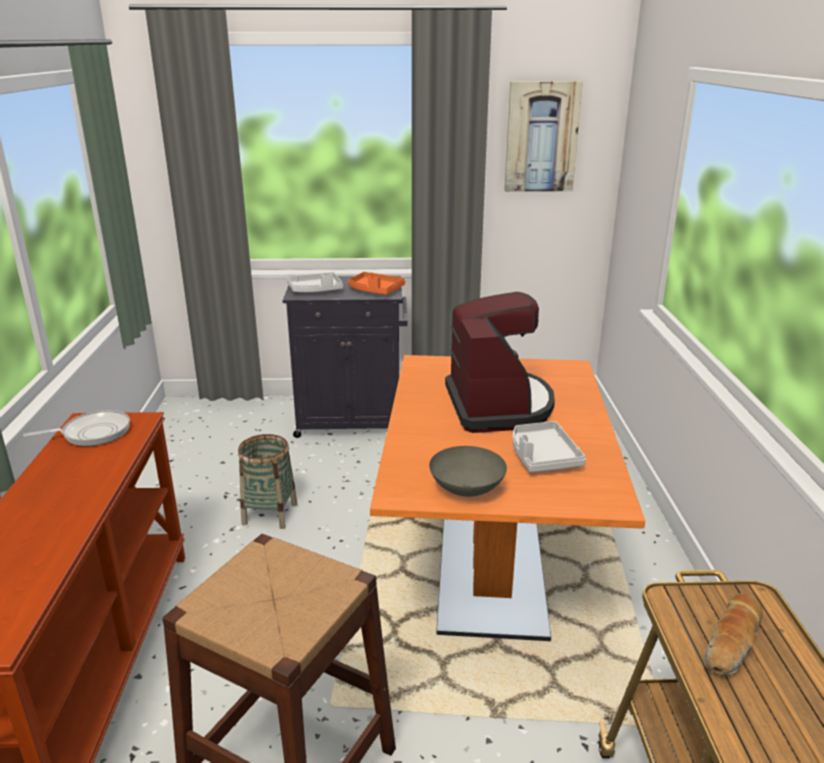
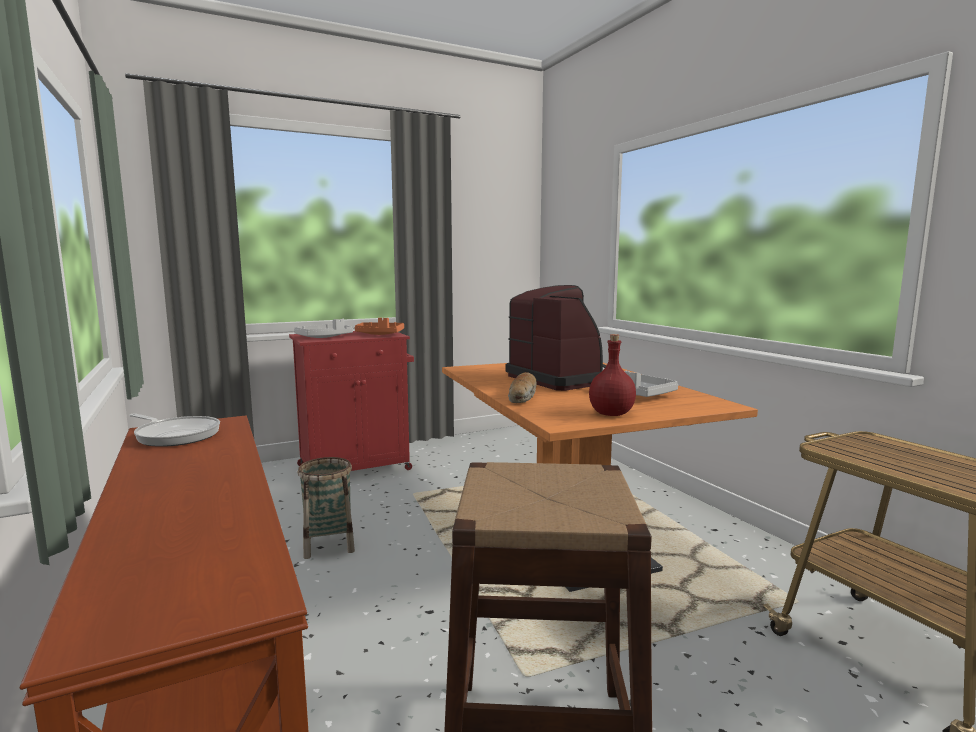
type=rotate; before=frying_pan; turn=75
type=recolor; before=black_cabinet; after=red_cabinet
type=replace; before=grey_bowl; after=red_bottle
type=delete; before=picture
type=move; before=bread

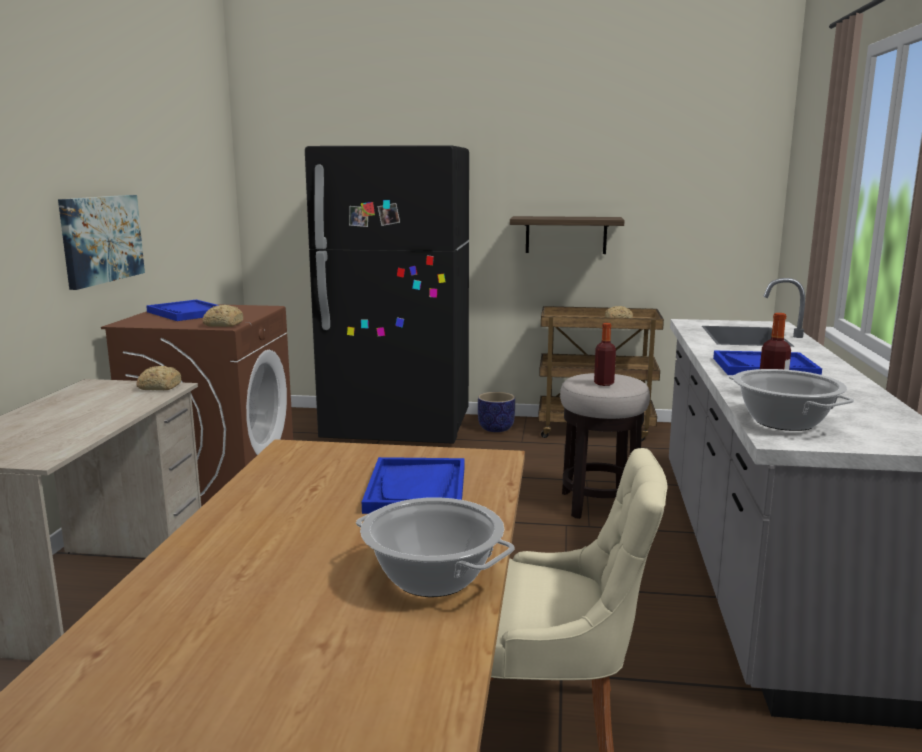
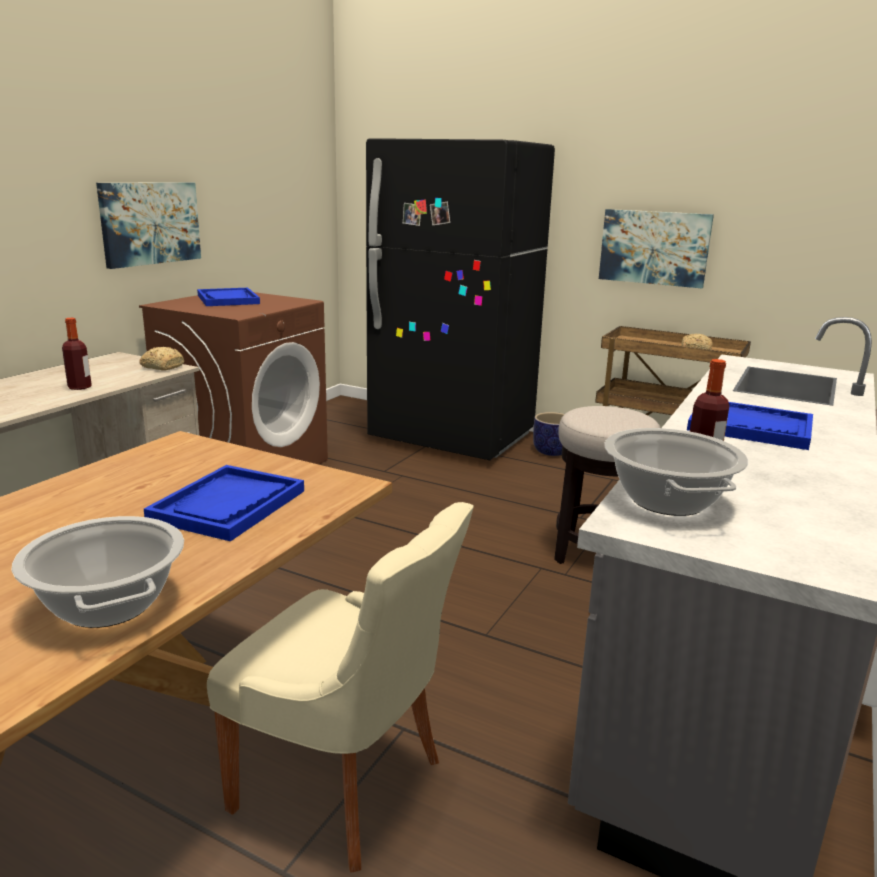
type=delete; before=bread (2nd from left)
type=replace; before=shelf; after=picture (2nd from left)
type=move; before=bottle (1st from left)

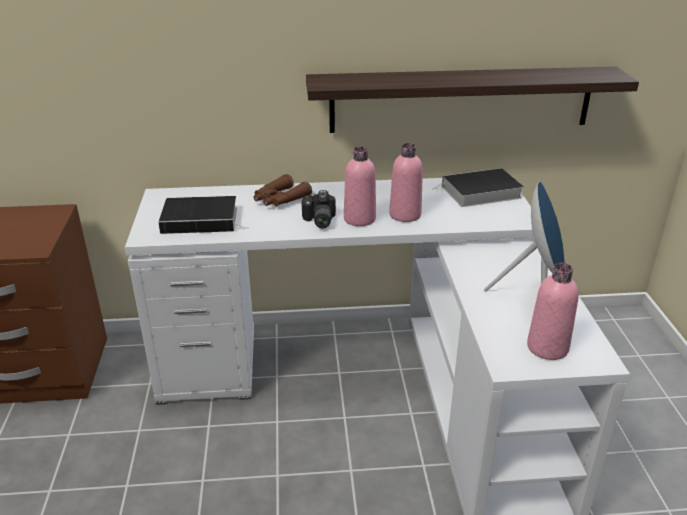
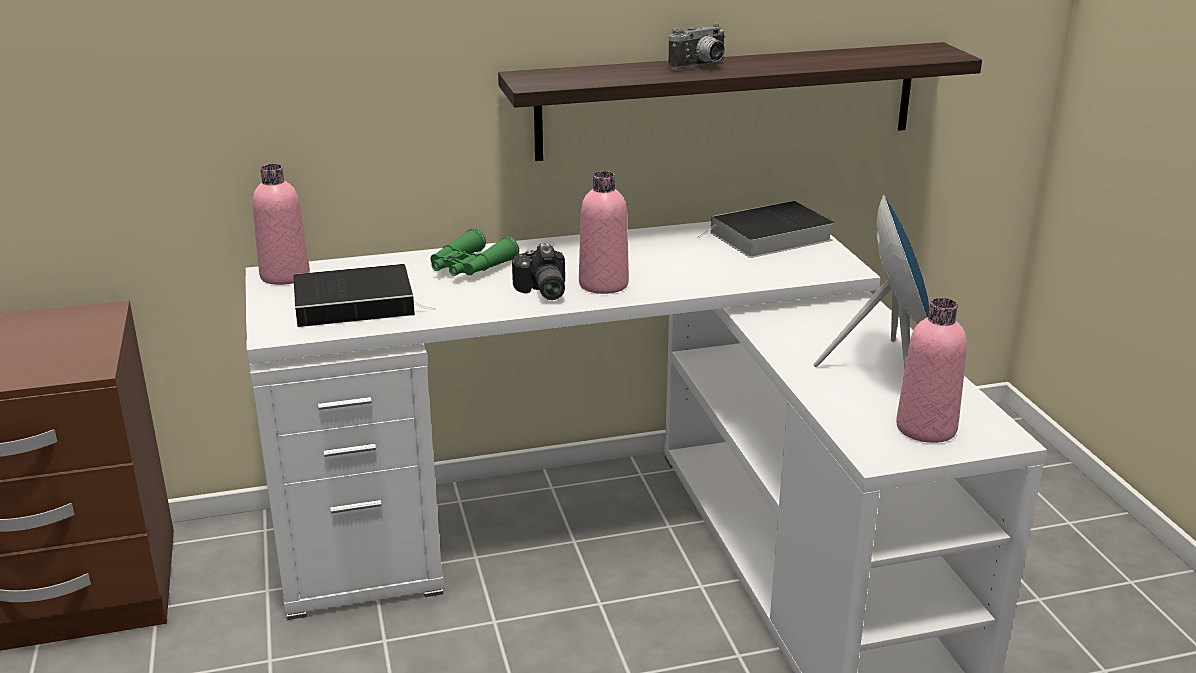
type=recolor; before=brown_binoculars; after=green_binoculars
type=move; before=pink_bottle (2nd from left in the first image); after=pink_bottle (1st from left)
type=insert; after=photo_camera (2nd from left)

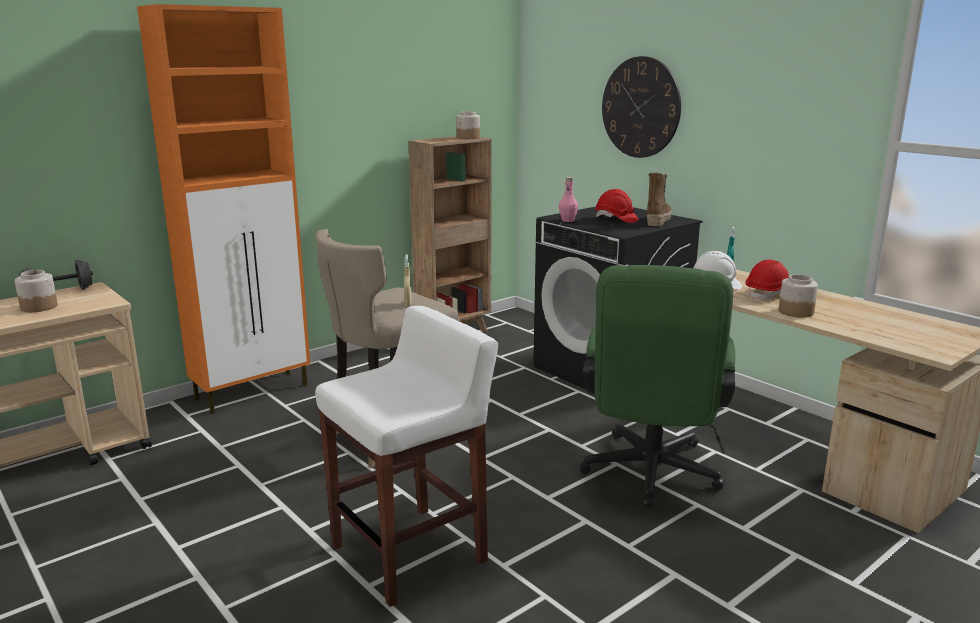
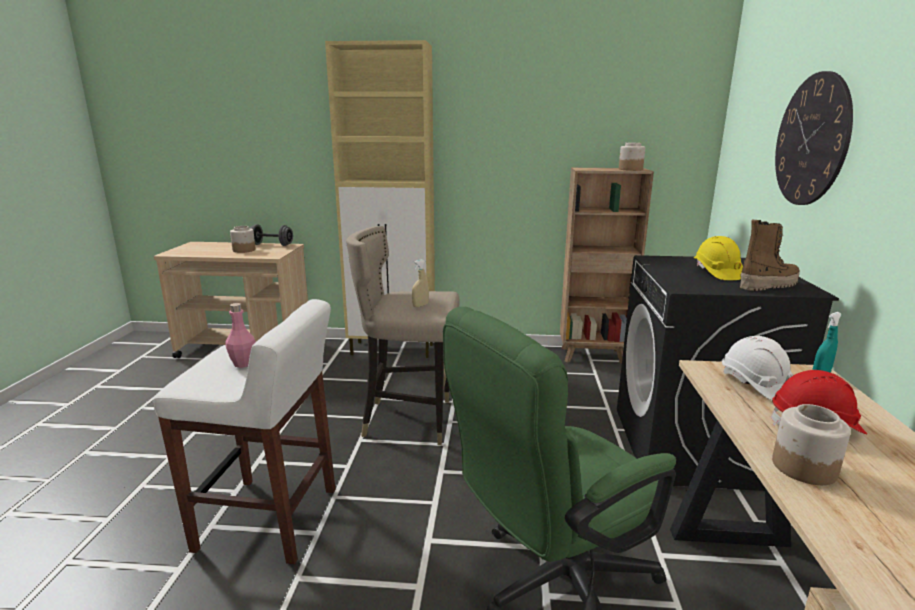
type=recolor; before=orange_cabinet; after=beige_cabinet
type=move; before=pink_bottle
type=recolor; before=red_hard_hat (1st from left); after=yellow_hard_hat

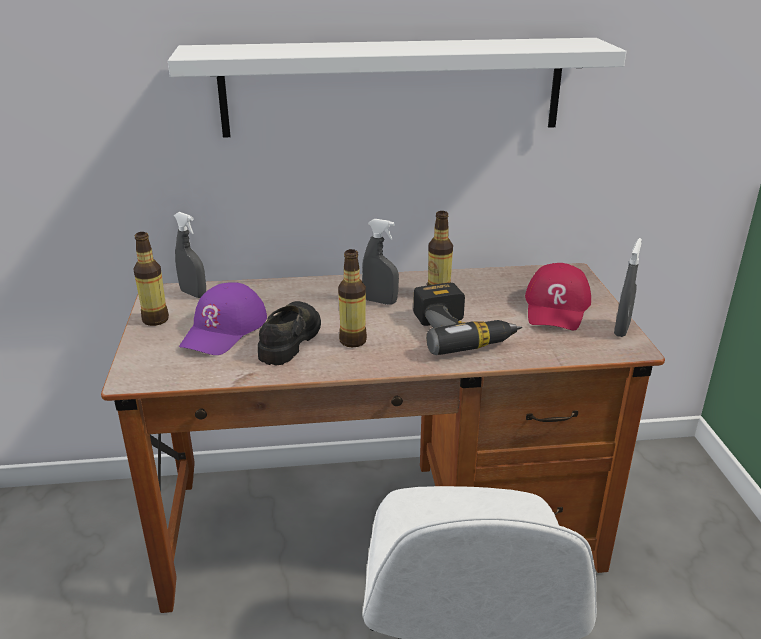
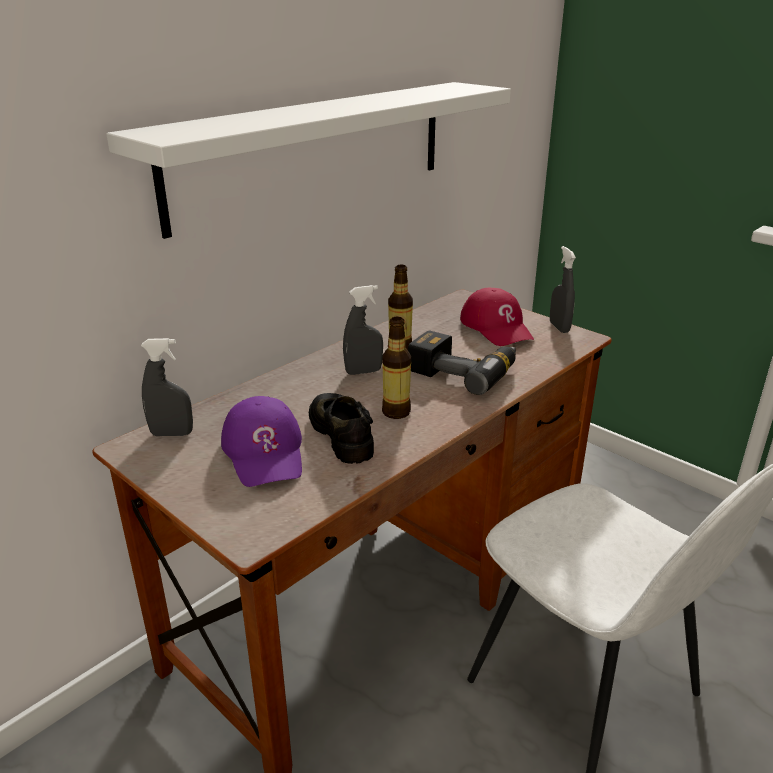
type=delete; before=bottle (1st from left)

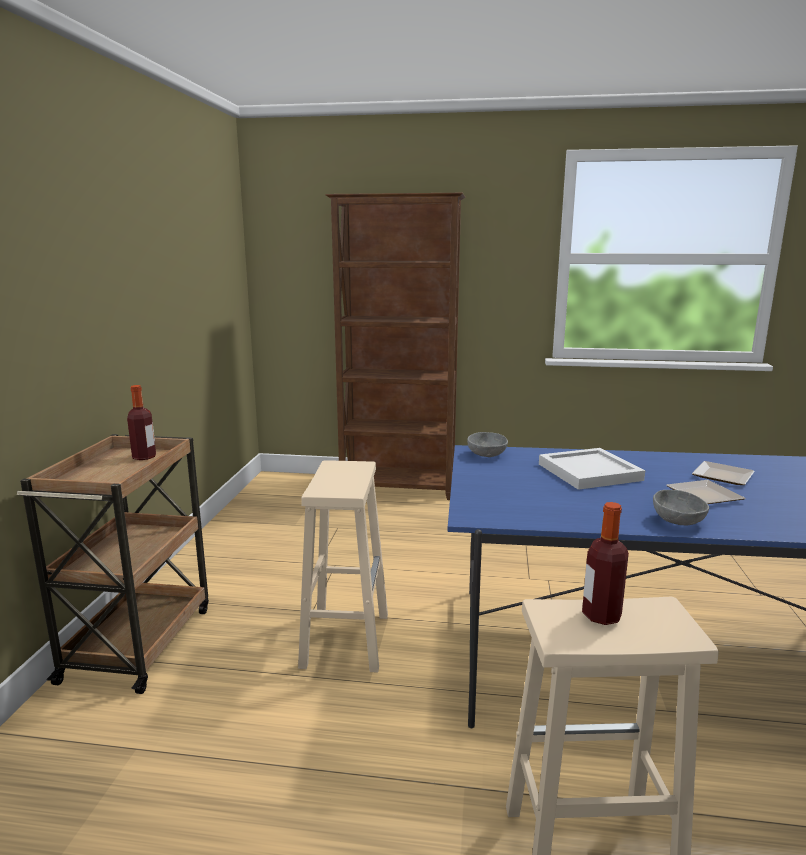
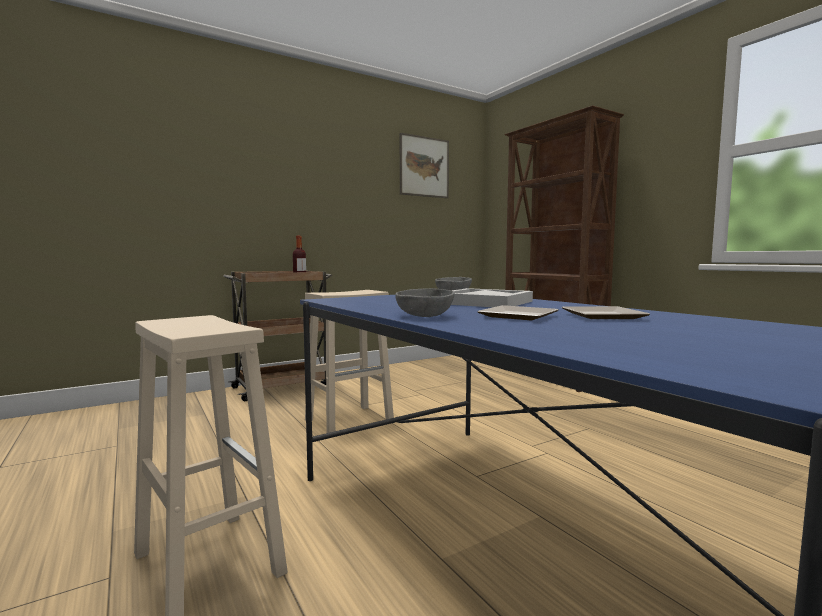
type=delete; before=bottle (2nd from left)
type=insert; after=picture

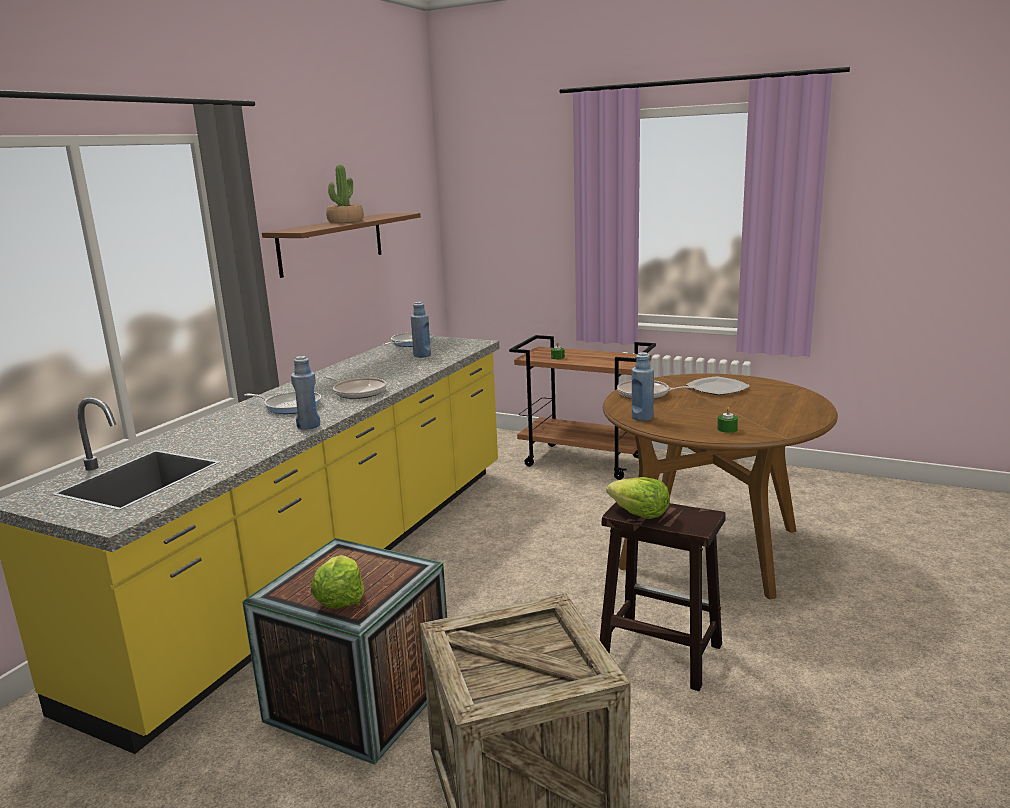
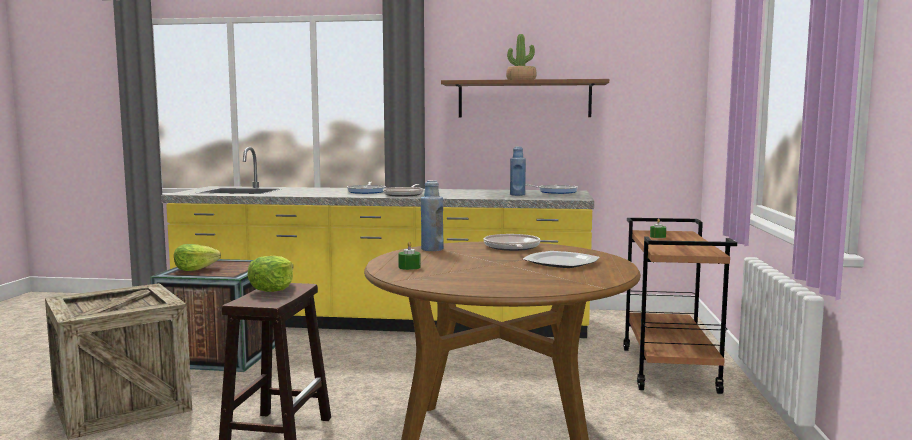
type=delete; before=blue_bottle (1st from left)

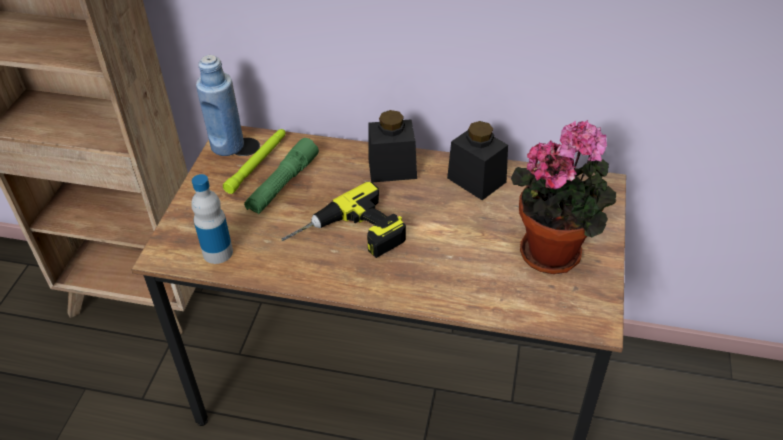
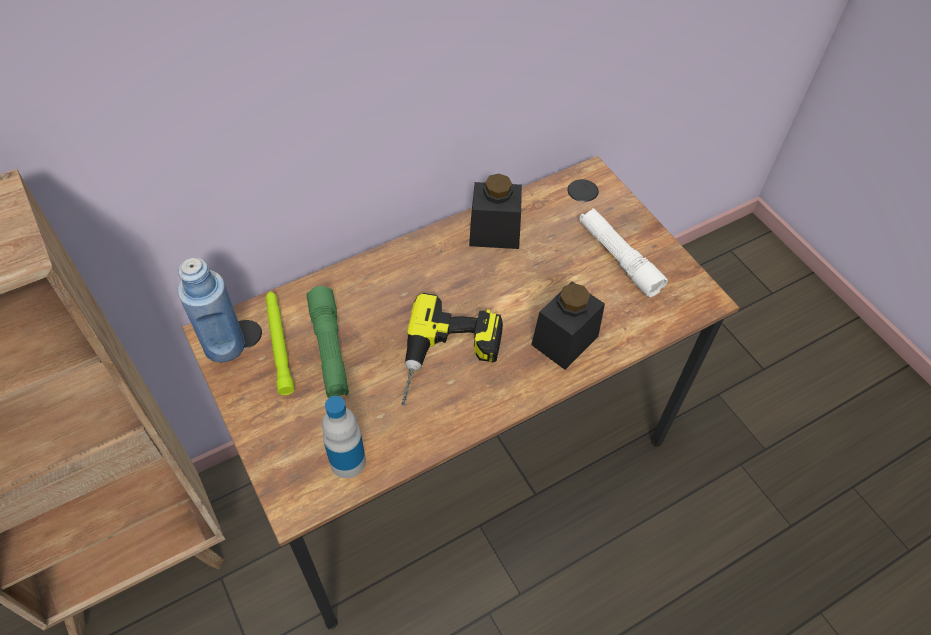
type=move; before=black_jar (1st from left in the first image); after=black_jar (2nd from left)
type=replace; before=potted_plant; after=white_flashlight

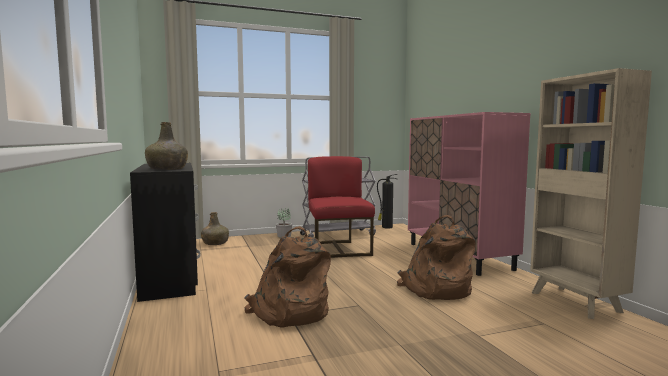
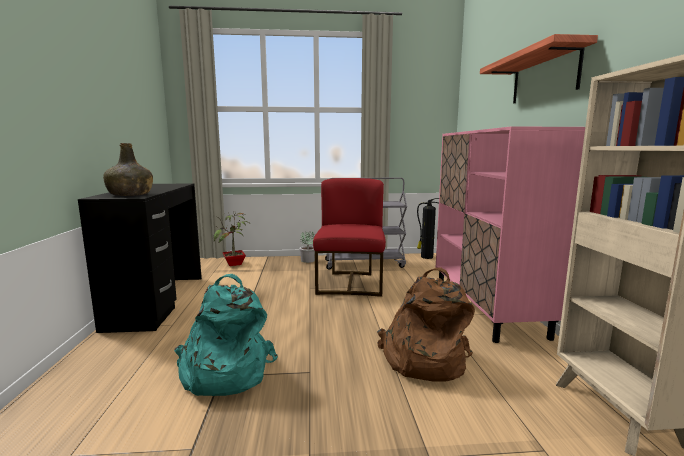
type=replace; before=green_bottle (2nd from left); after=potted_plant (1st from left)
type=recolor; before=brown_backpack (1st from left); after=turquoise_backpack
type=insert; after=shelf

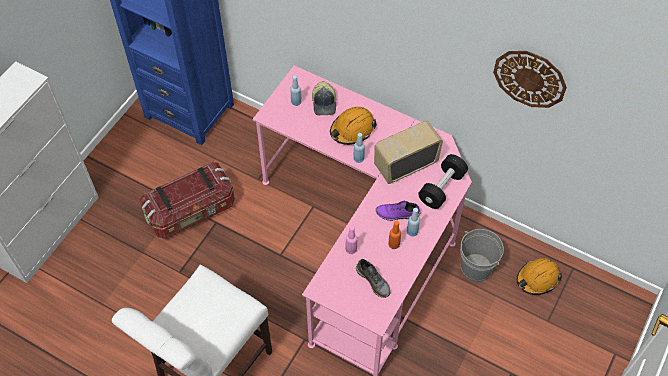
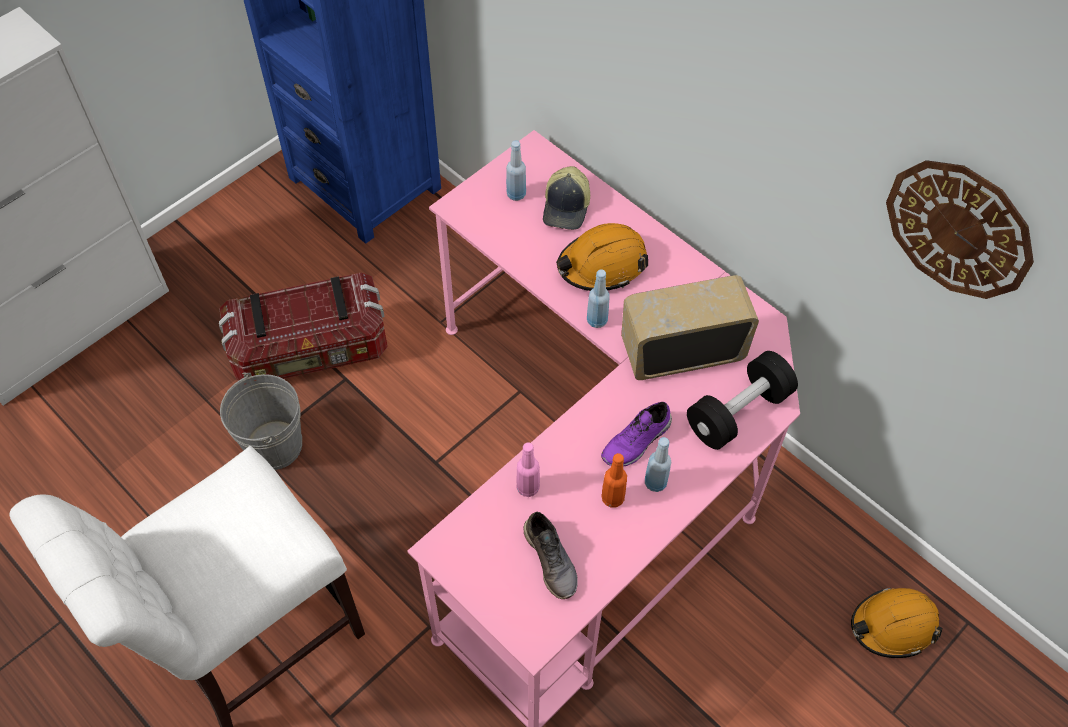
type=rotate; before=purple_shoe; turn=-60
type=move; before=grey_bucket

